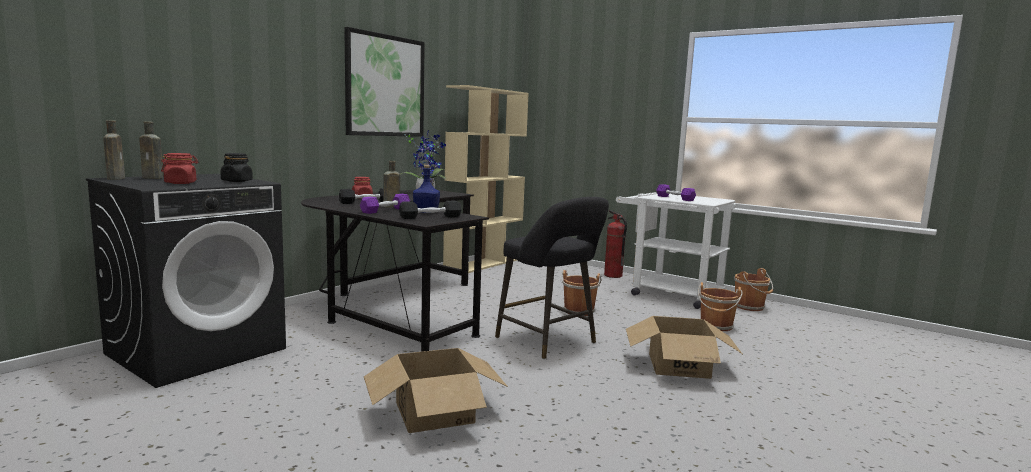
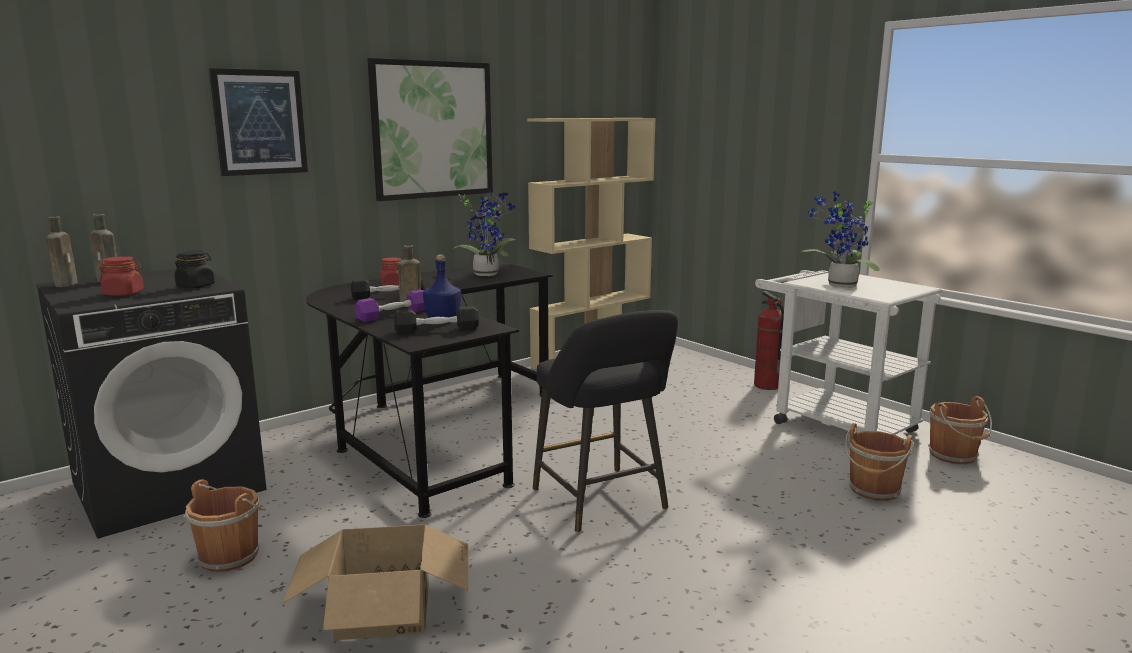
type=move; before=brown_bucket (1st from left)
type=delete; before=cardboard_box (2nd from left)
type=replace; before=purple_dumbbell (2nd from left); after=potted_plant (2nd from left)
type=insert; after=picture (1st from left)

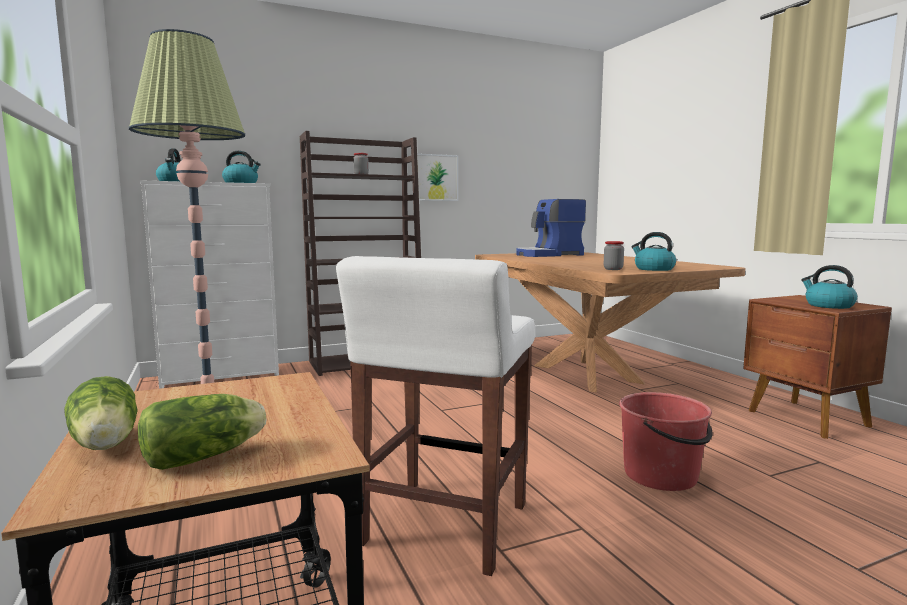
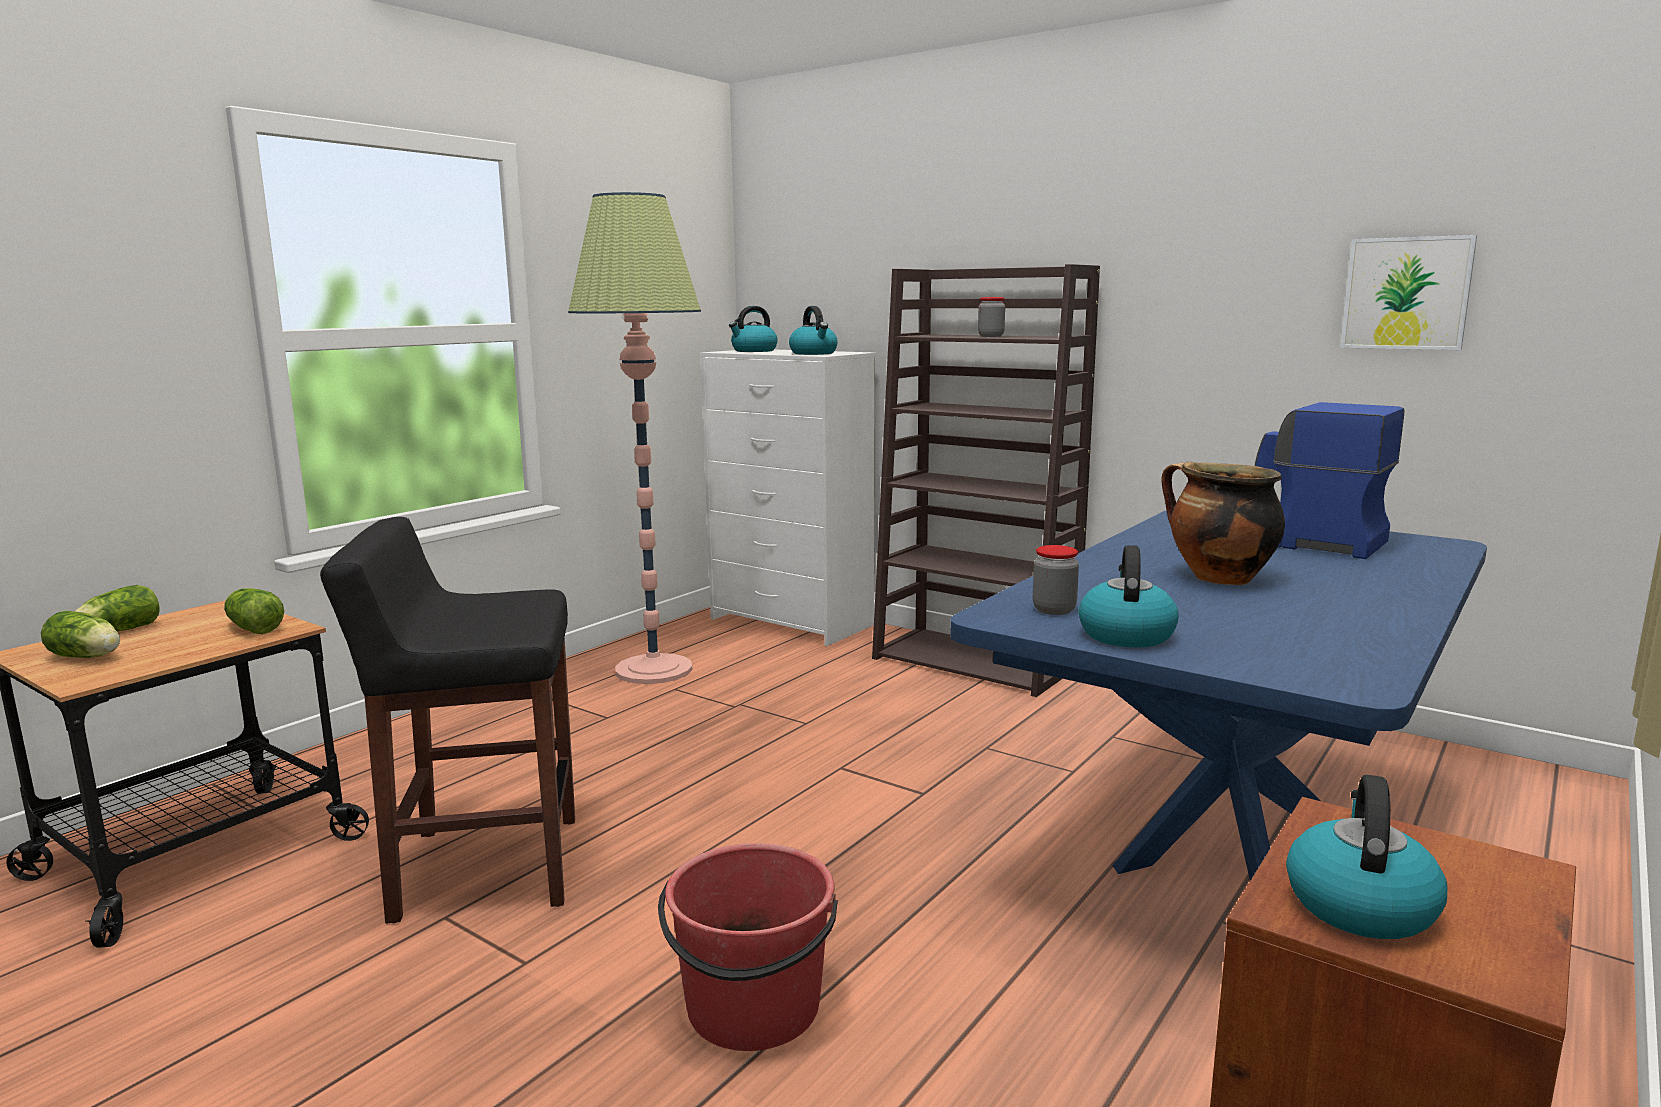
type=recolor; before=white_stool; after=black_stool
type=move; before=picture
type=recolor; before=brown_dining_table; after=blue_dining_table
type=insert; after=lettuce (3rd from left)
type=insert; after=cooking_pot

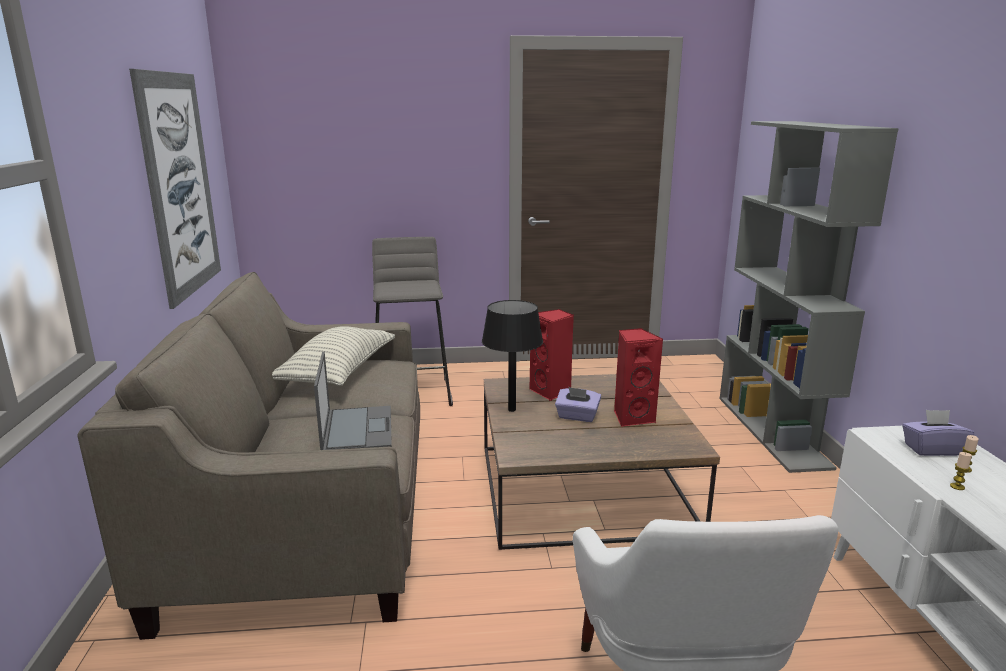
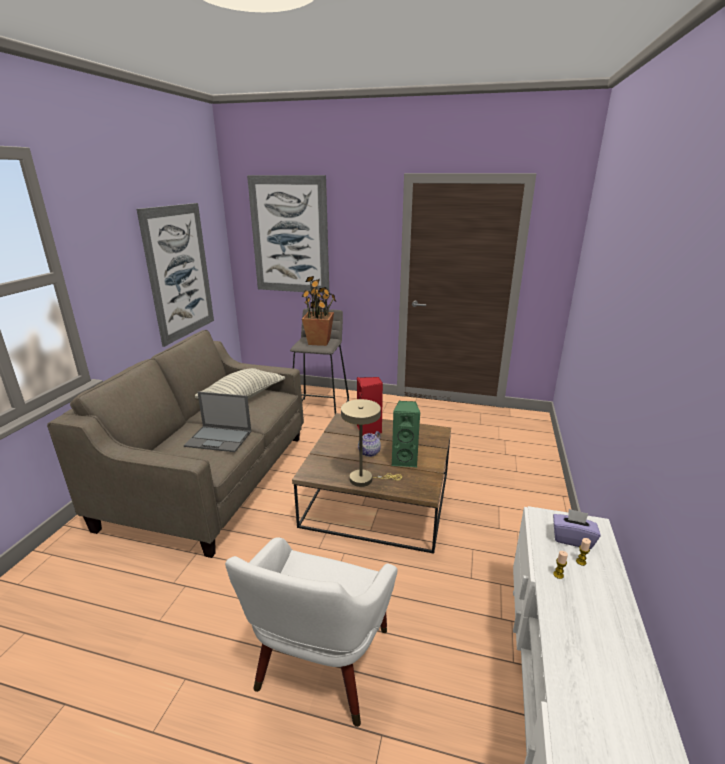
type=rotate; before=laptop; turn=90
type=delete; before=black_table_lamp
type=replace; before=purple_tissue_box (1st from left); after=teapot
type=recolor; before=red_speaker (2nd from left); after=green_speaker
type=delete; before=grey_bookcase
type=insert; after=picture (2nd from left)
type=insert; after=potted_plant
type=insert; after=beige_table_lamp

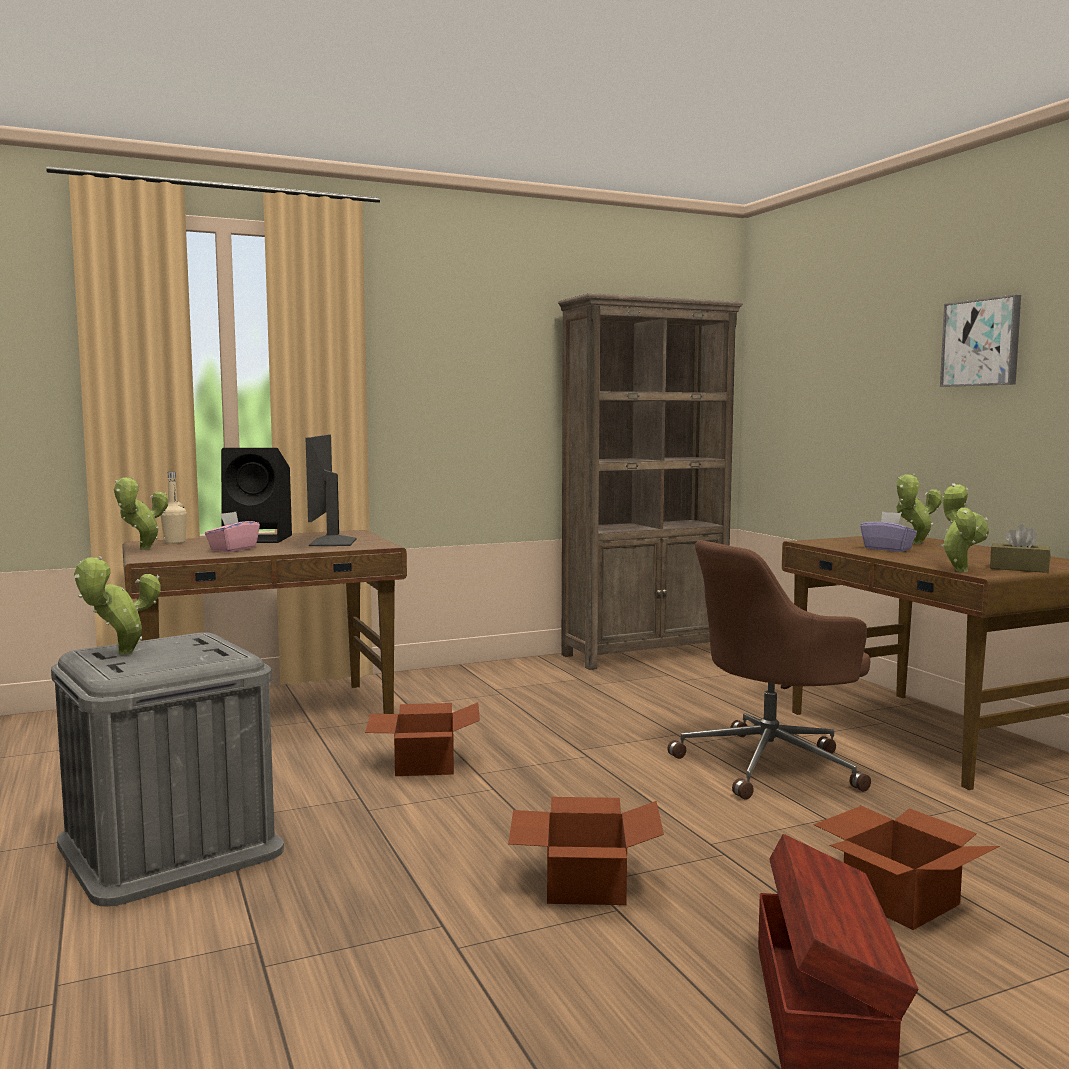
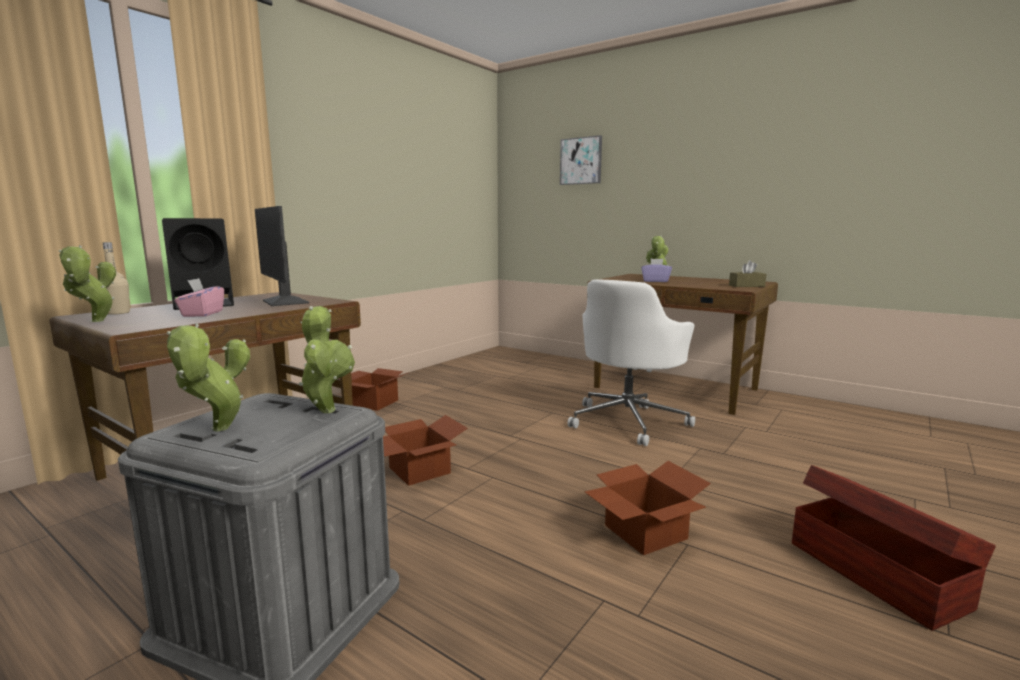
type=delete; before=brown_bookcase
type=recolor; before=brown_office_chair; after=white_office_chair
type=move; before=cardboard_box (3rd from left in the first image); after=cardboard_box (1st from left)
type=move; before=picture
type=move; before=potted_plant (4th from left in the first image); after=potted_plant (3rd from left)

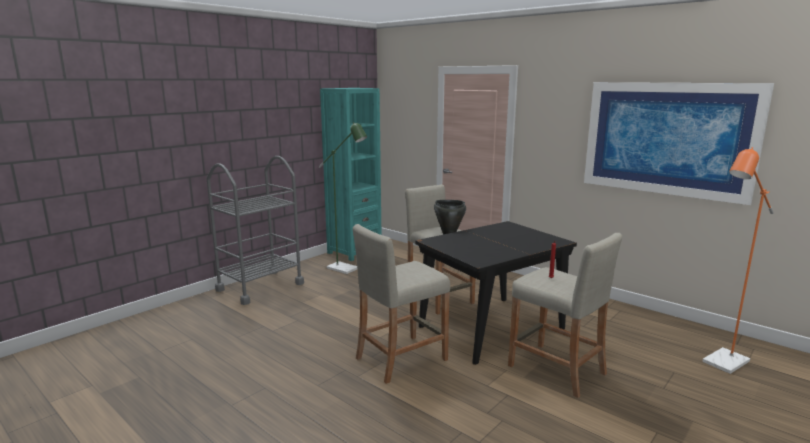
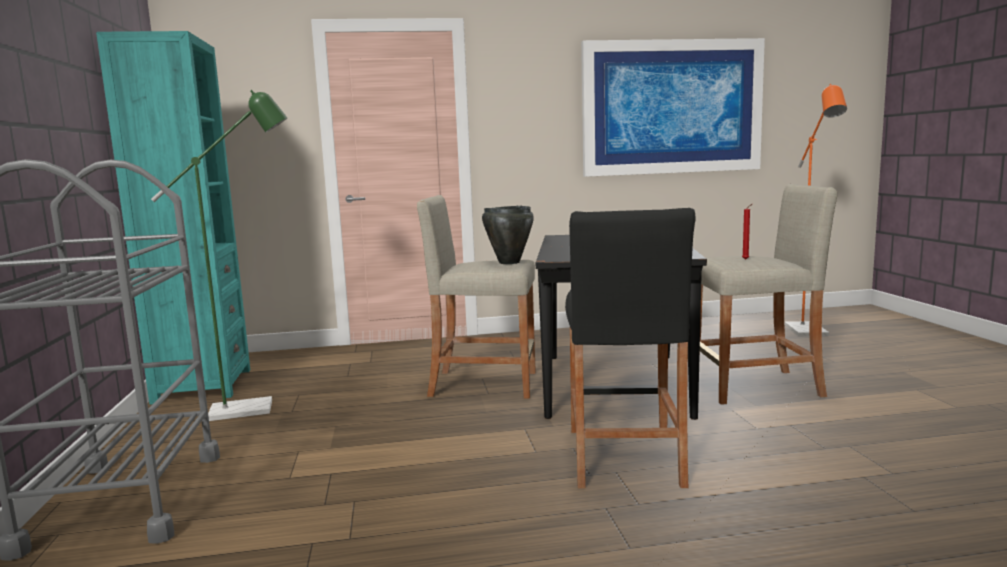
type=recolor; before=beige_stool (1st from left); after=black_stool

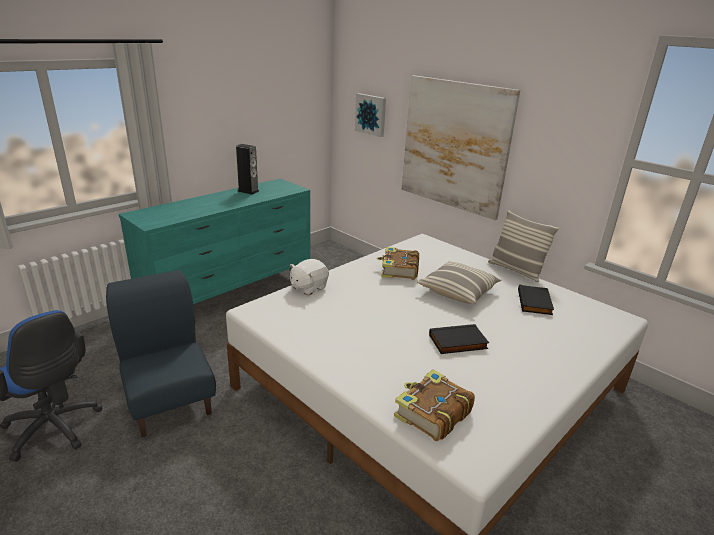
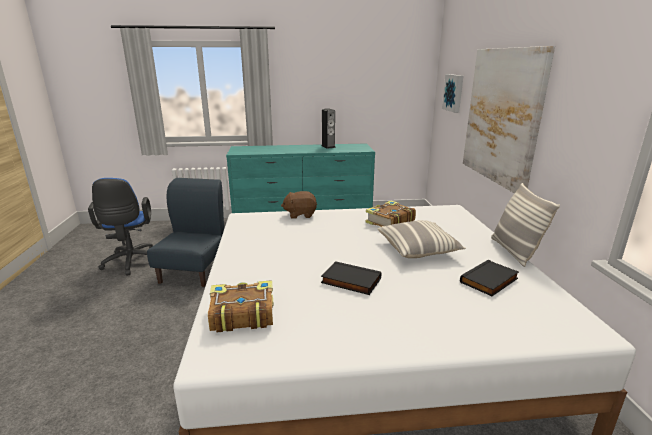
type=recolor; before=white_plush_toy; after=brown_plush_toy

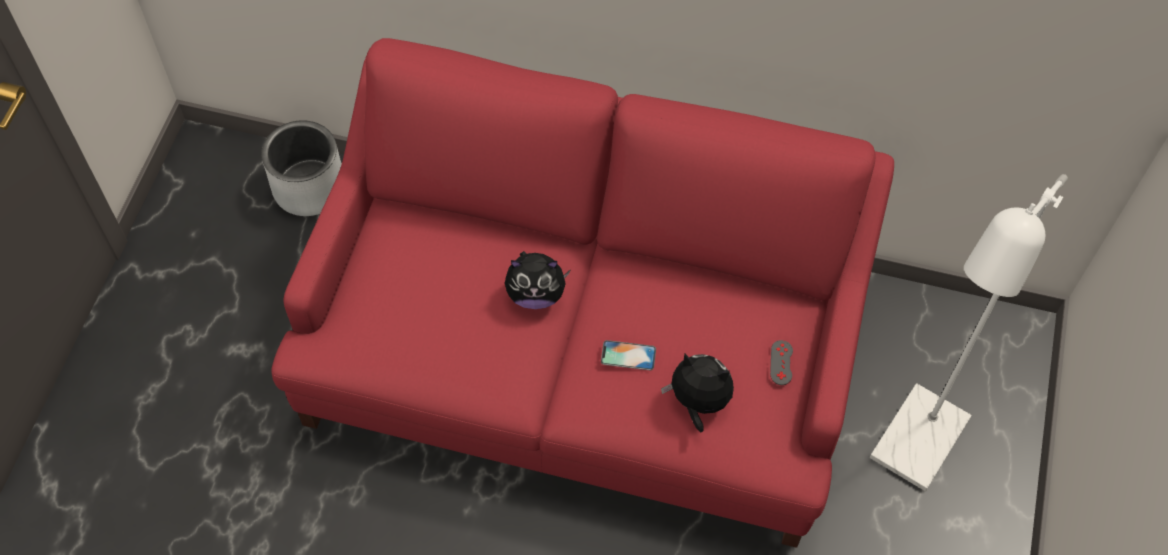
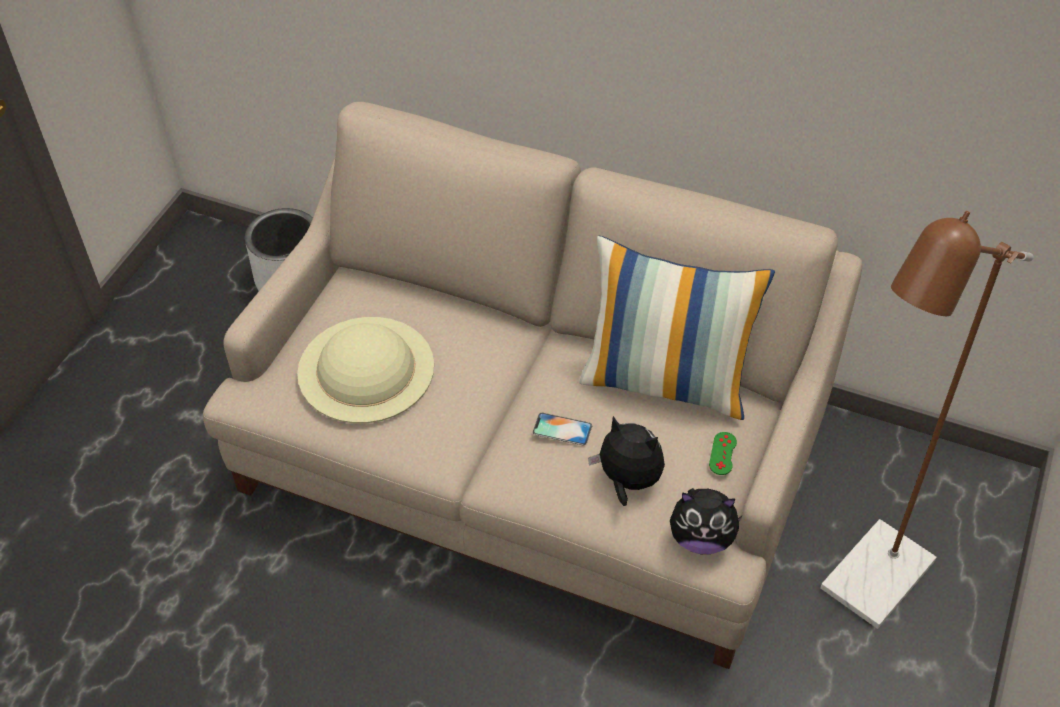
type=recolor; before=red_sofa; after=beige_sofa
type=move; before=plush_toy (1st from left in the first image); after=plush_toy (2nd from left)
type=recolor; before=grey_game_controller; after=green_game_controller
type=recolor; before=white_floor_lamp; after=brown_floor_lamp
type=insert; after=beige_hat
type=insert; after=pillow

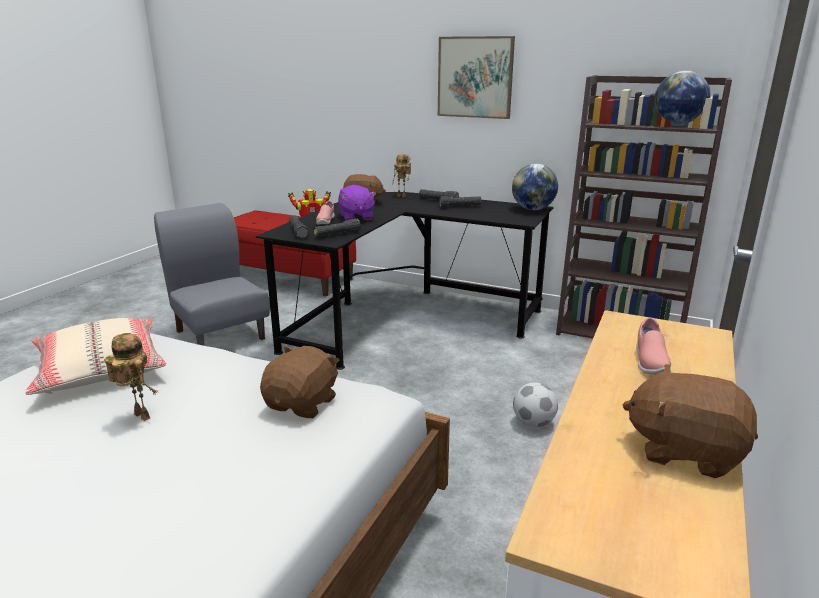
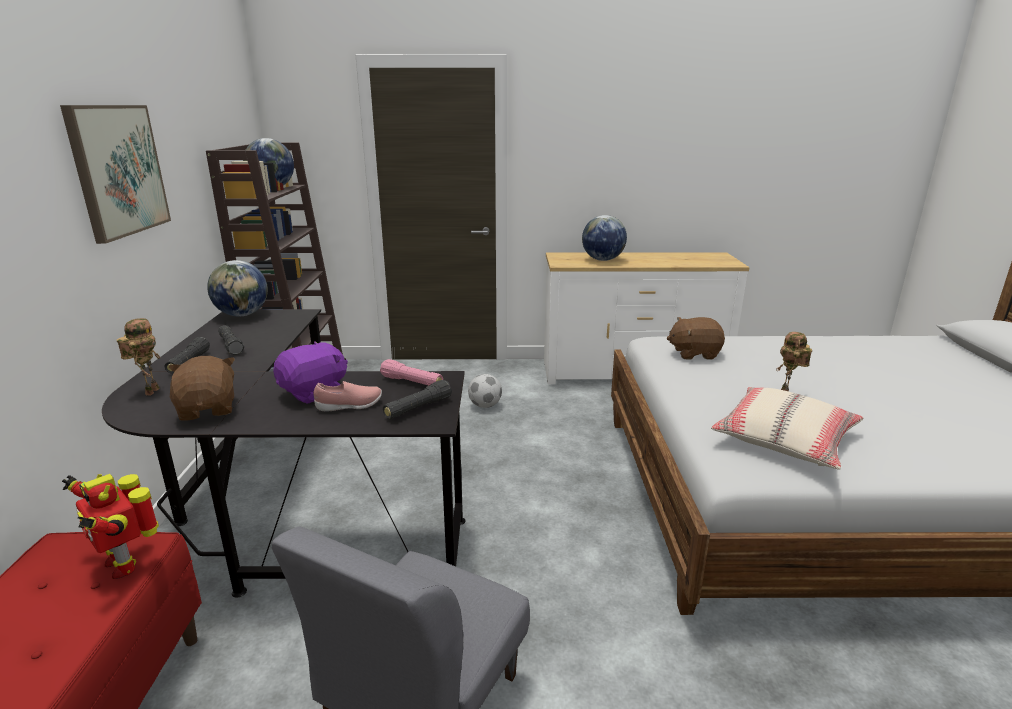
type=recolor; before=black_flashlight (2nd from left); after=pink_flashlight
type=delete; before=brown_plush_toy (3rd from left)
type=replace; before=pink_shoe (2nd from left); after=globe (3rd from left)

